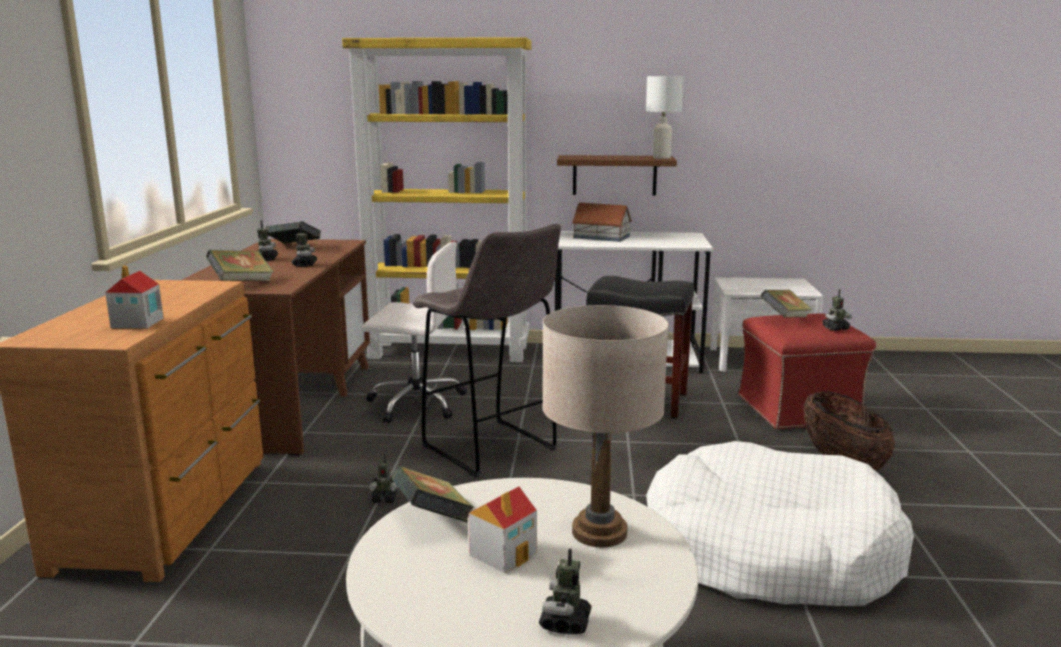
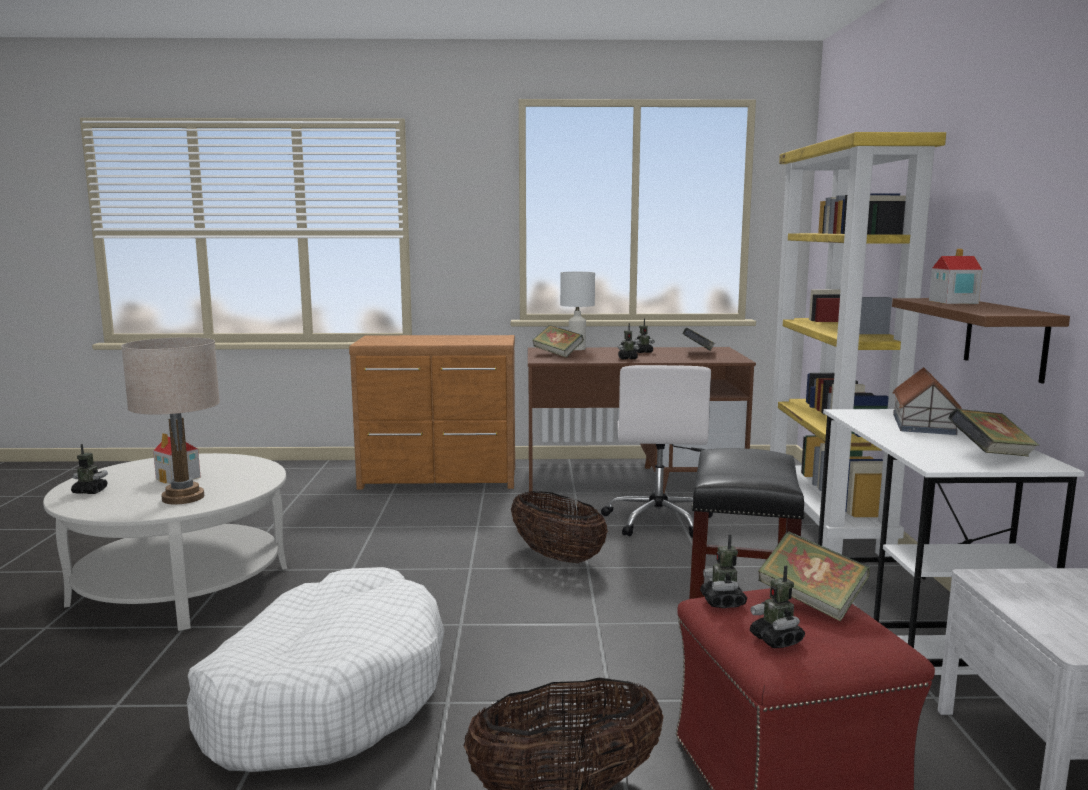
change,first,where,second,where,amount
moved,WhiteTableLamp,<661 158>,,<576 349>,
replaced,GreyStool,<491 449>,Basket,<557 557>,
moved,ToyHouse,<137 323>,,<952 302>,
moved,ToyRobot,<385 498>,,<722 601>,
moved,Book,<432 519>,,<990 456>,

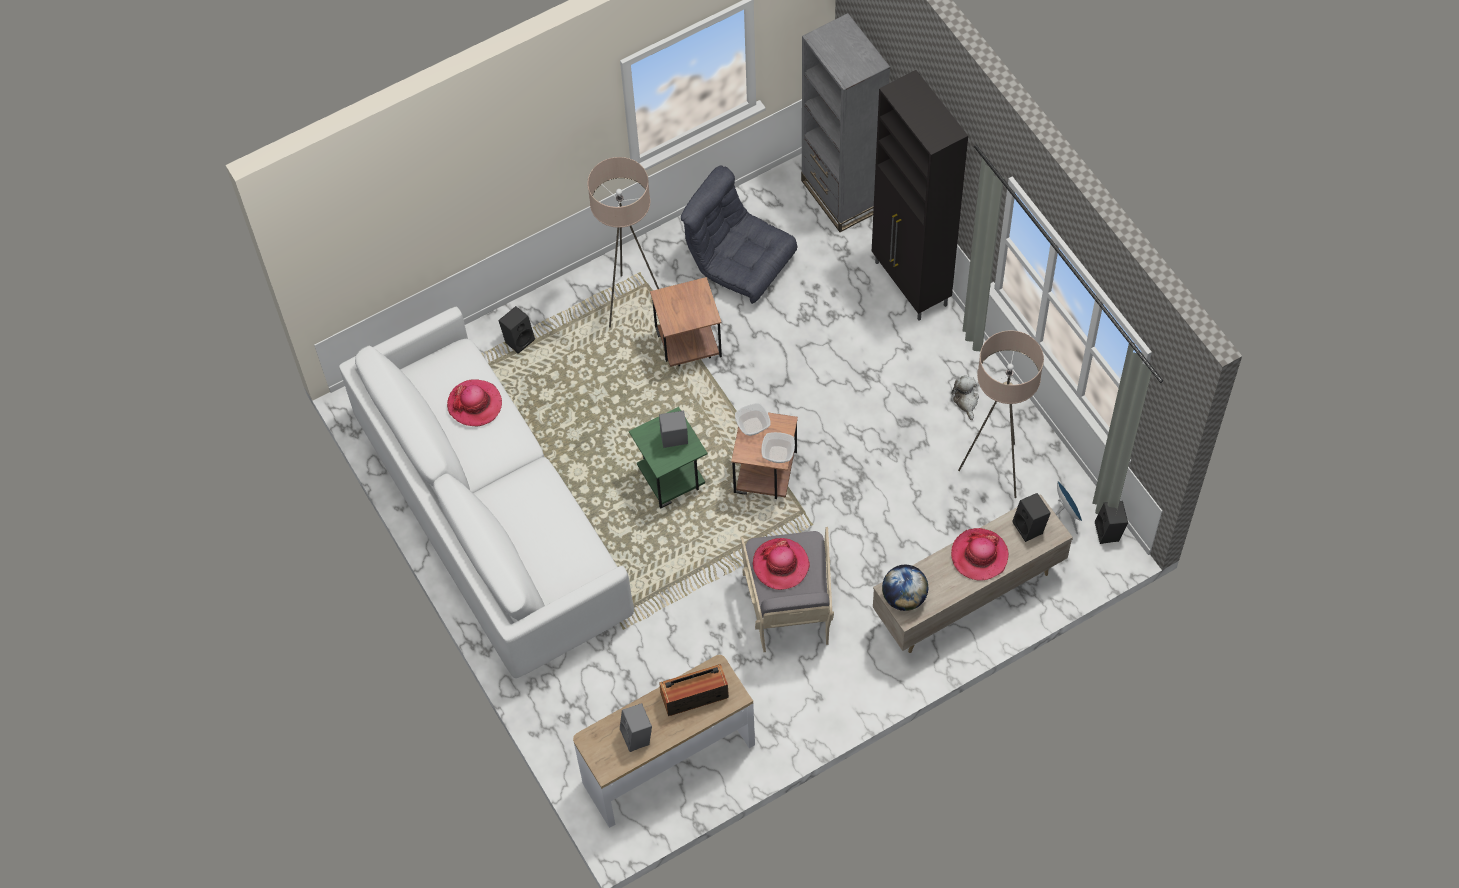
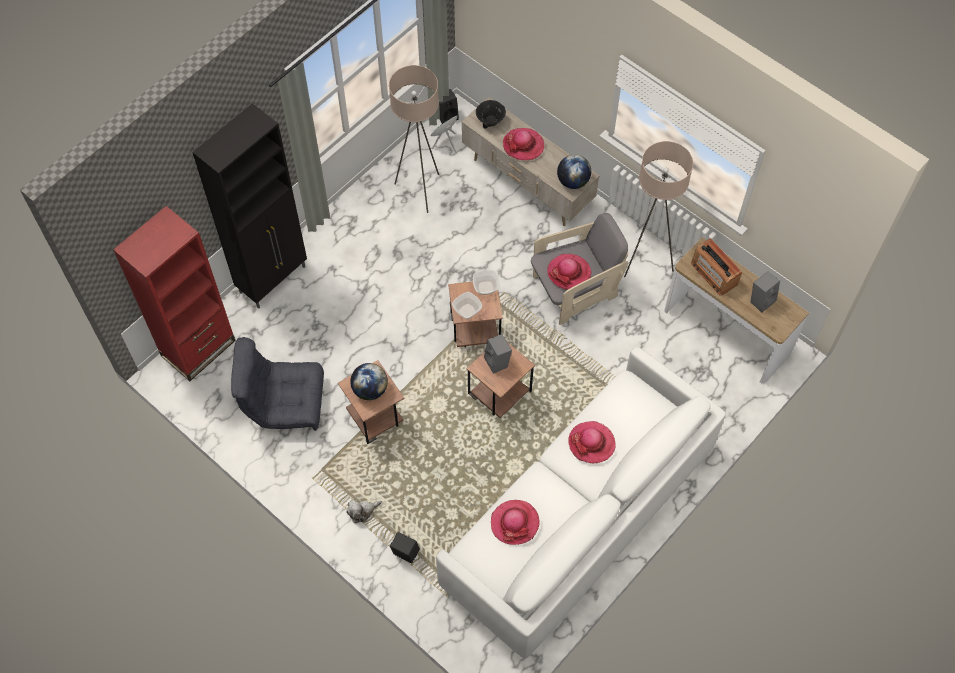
change,first,where,second,where,amount
recoloured,GreyBookcase,<841 195>,RedBookcase,<198 348>,
moved,BeigeFloorLamp,<631 303>,,<645 262>,
turned,GreyArmchair,<740 264>,,<284 404>,75 degrees clockwise
moved,PlushToy,<966 401>,,<362 512>,
recoloured,GreenSideTable,<670 480>,BrownSideTable,<500 397>,
replaced,BlackSpeaker,<1030 527>,BlackBowl,<490 121>,
added,,,Globe,<370 389>,
added,,,Hat,<591 443>,

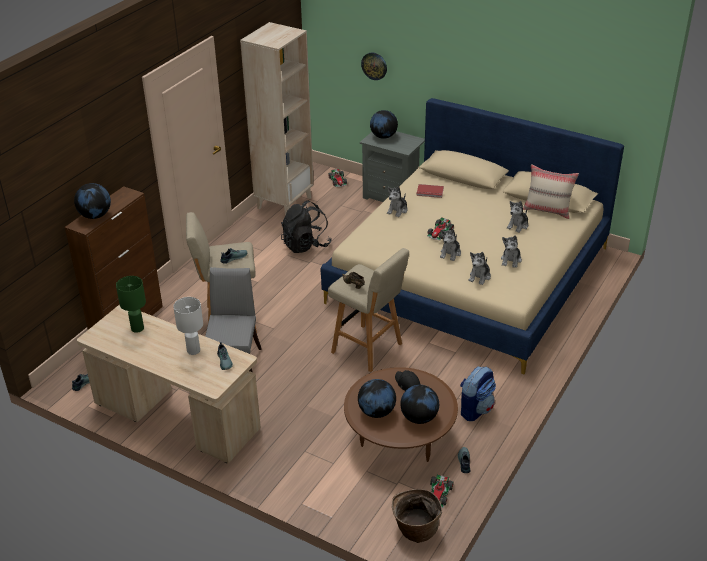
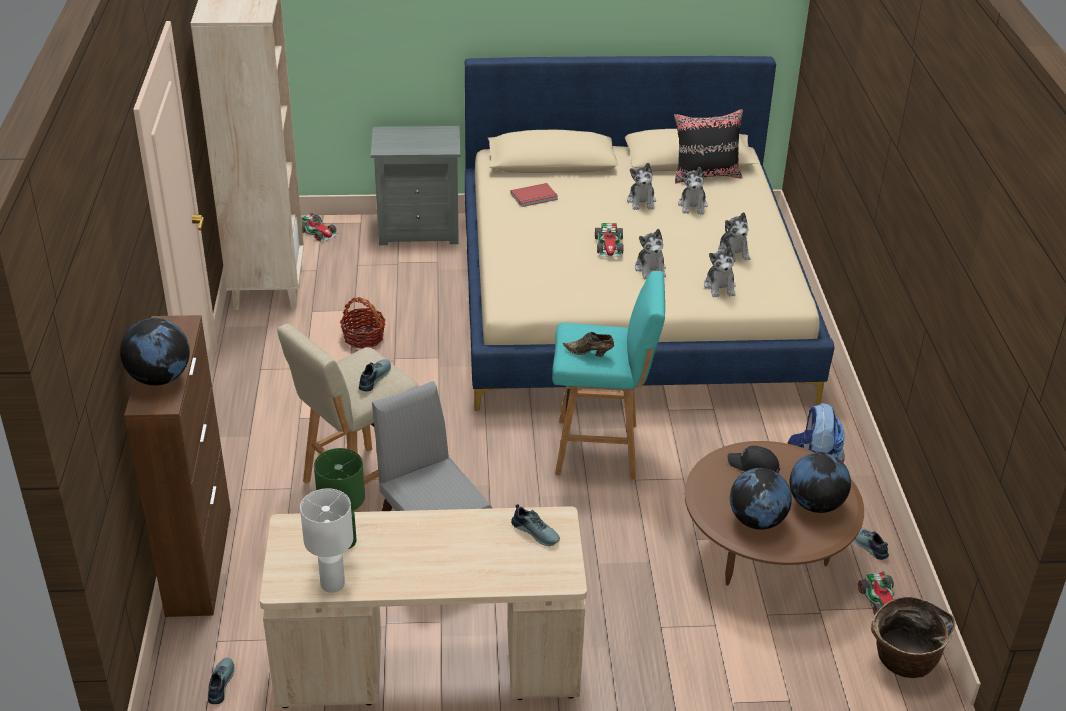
change,first,where,second,where,amount
removed,WallClock,<374 66>,,,
removed,Globe,<383 136>,,,
recoloured,BeigePillow,<547 210>,BlackPillow,<706 175>,
moved,PlushToy,<397 210>,,<641 201>,
replaced,BlackBackpack,<306 245>,Basket,<364 338>,
recoloured,BeigeStool,<368 349>,TurquoiseStool,<601 449>,
moved,WhiteTableLamp,<194 350>,,<333 583>,

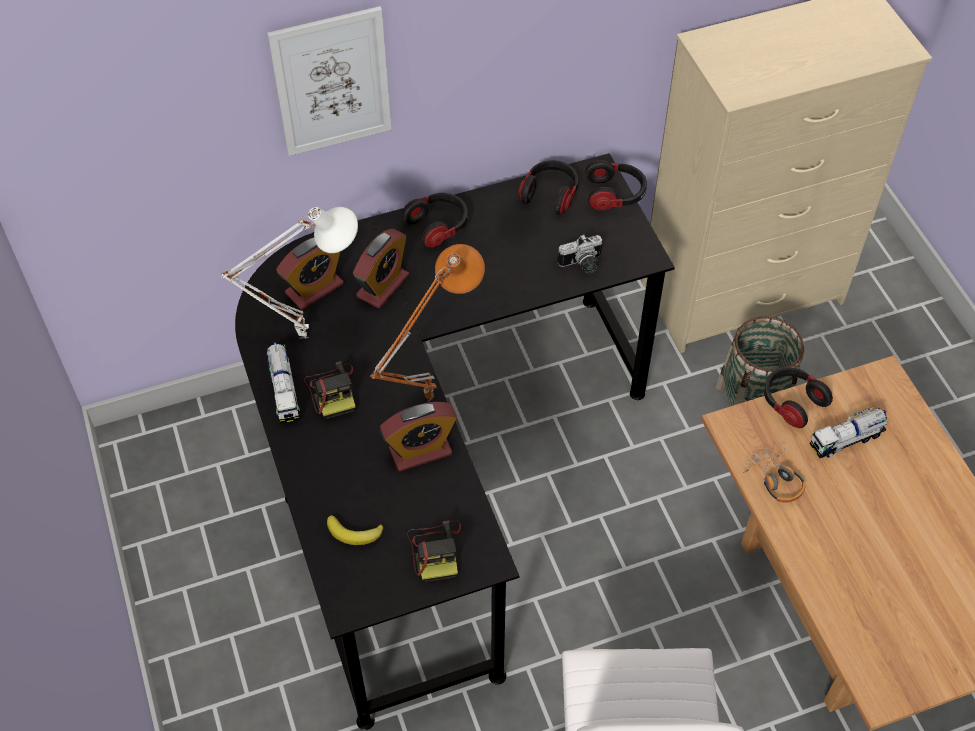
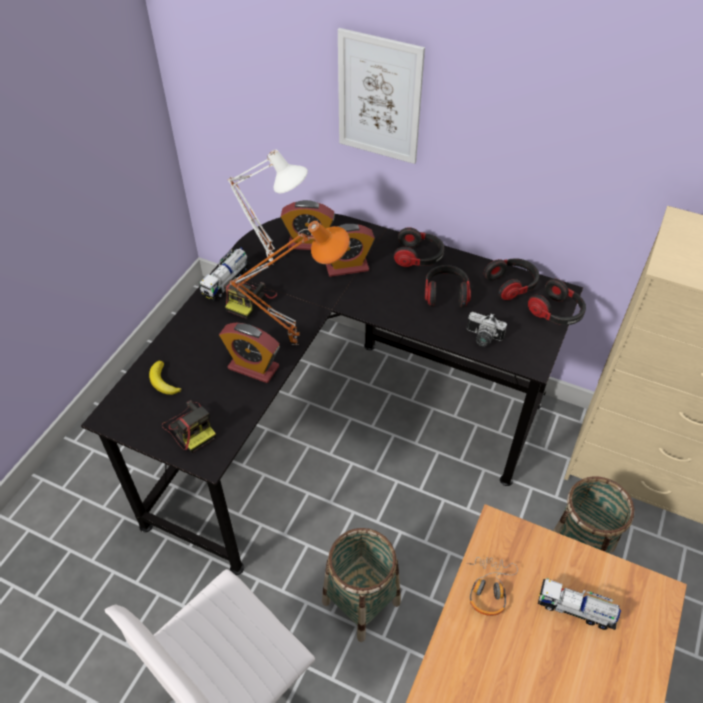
change,first,where,second,where,amount
moved,Headphones,<791 402>,,<446 294>,
turned,PhotoCamera,<436 550>,,<190 428>,75 degrees counterclockwise
added,,,Basket,<361 602>,

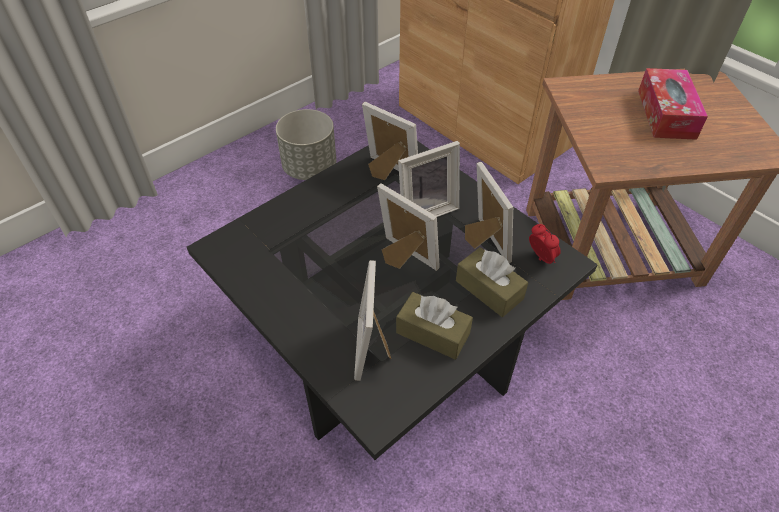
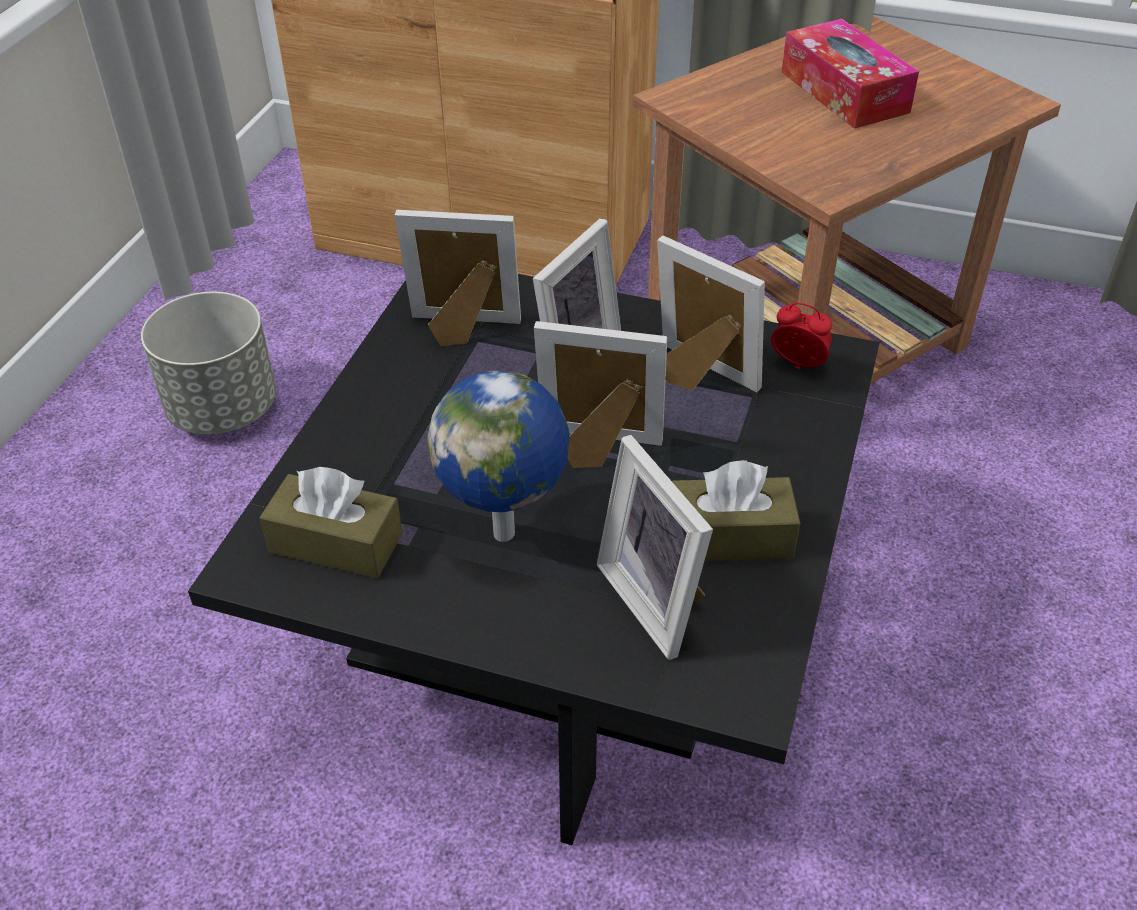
change,first,where,second,where,amount
moved,BrownTissueBox,<489 290>,,<336 543>,
added,,,Globe,<507 533>,

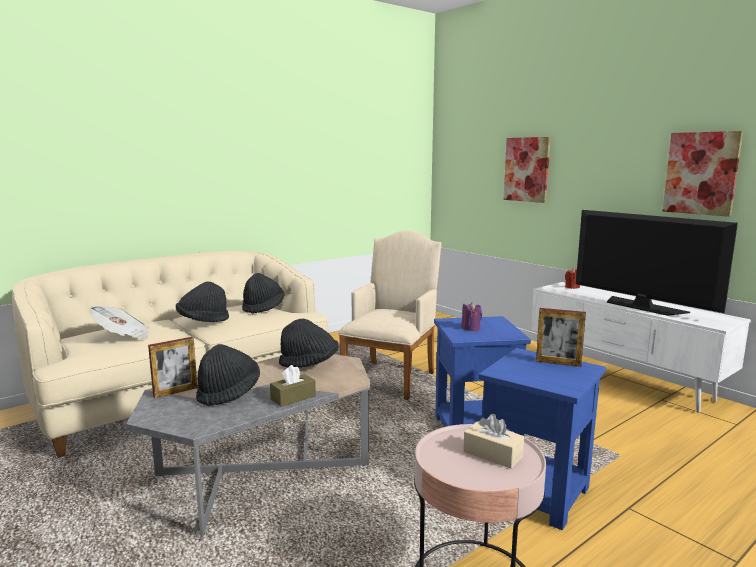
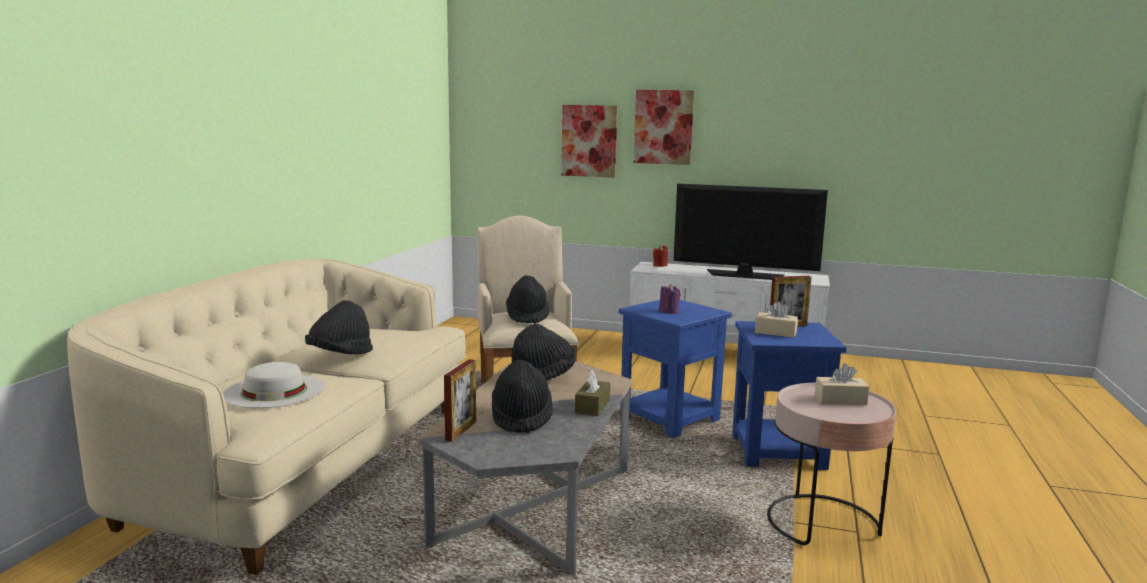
change,first,where,second,where,amount
moved,Picture,<701 173>,,<663 127>,
moved,BlackHat,<263 308>,,<527 317>,
replaced,Newspaper,<123 337>,WhiteHat,<274 391>,
added,,,BeigeTissueBox,<775 332>,

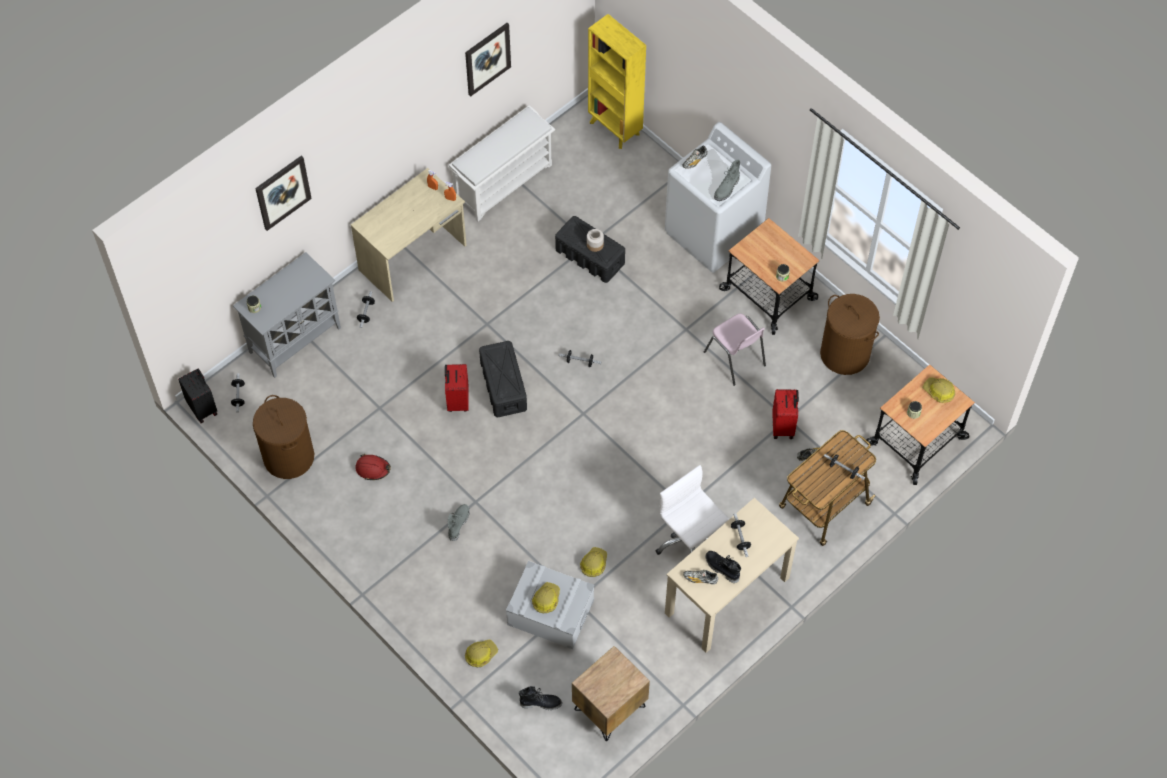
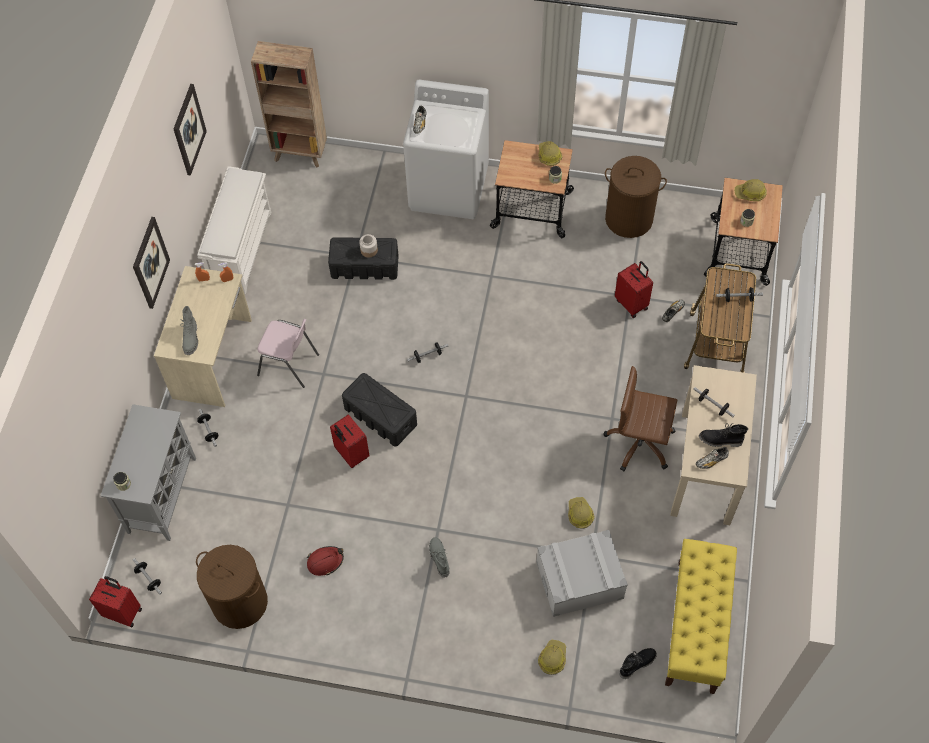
change,first,where,second,where,amount
recoloured,YellowBookcase,<615 129>,BrownBookcase,<300 154>,
moved,Picture,<283 192>,,<150 263>,
moved,GreyBoot,<727 189>,,<191 338>,
moved,PinkChair,<735 359>,,<289 365>,
recoloured,BlackSuitcase,<203 408>,RedSuitcase,<123 612>,
recoloured,WhiteOfficeChair,<690 541>,BrownOfficeChair,<639 443>,
moved,HardHat,<546 599>,,<549 156>,
replaced,BrownNightstand,<610 708>,YellowBench,<696 626>,

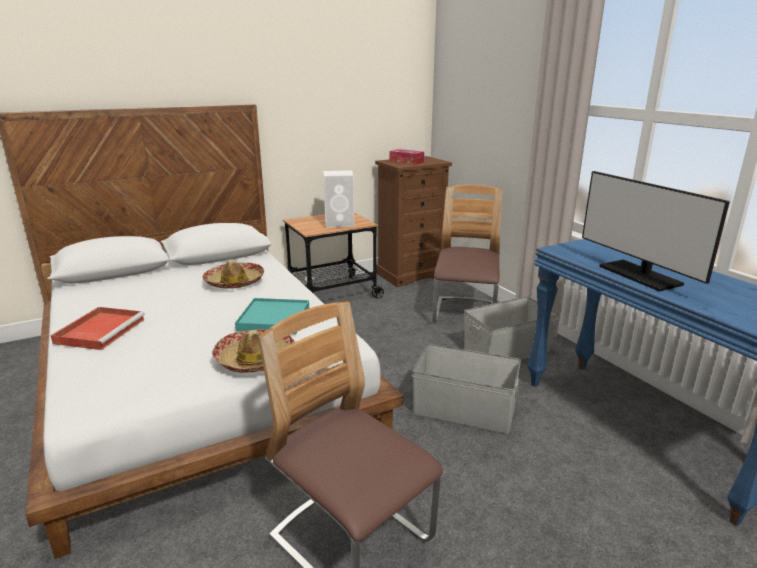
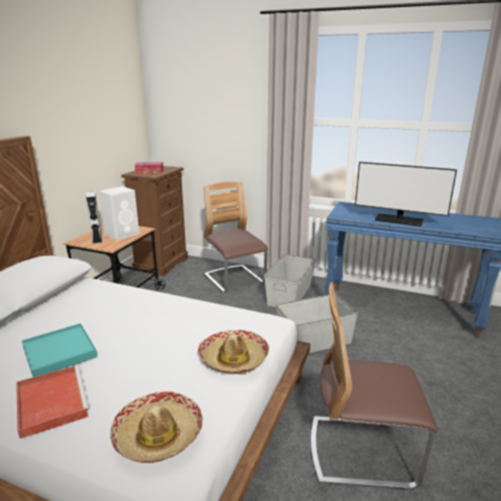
change,first,where,second,where,amount
moved,Hat,<234 282>,,<158 435>,
moved,TurquoiseTray,<274 319>,,<60 352>,
added,,,GreySpeaker,<97 239>,

